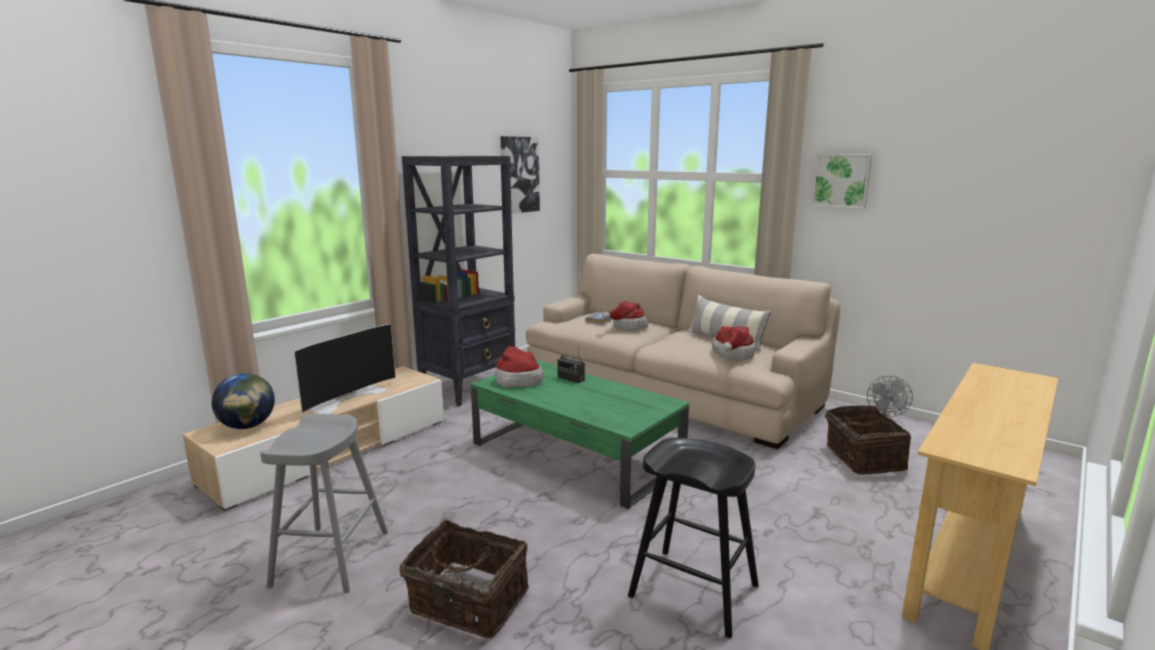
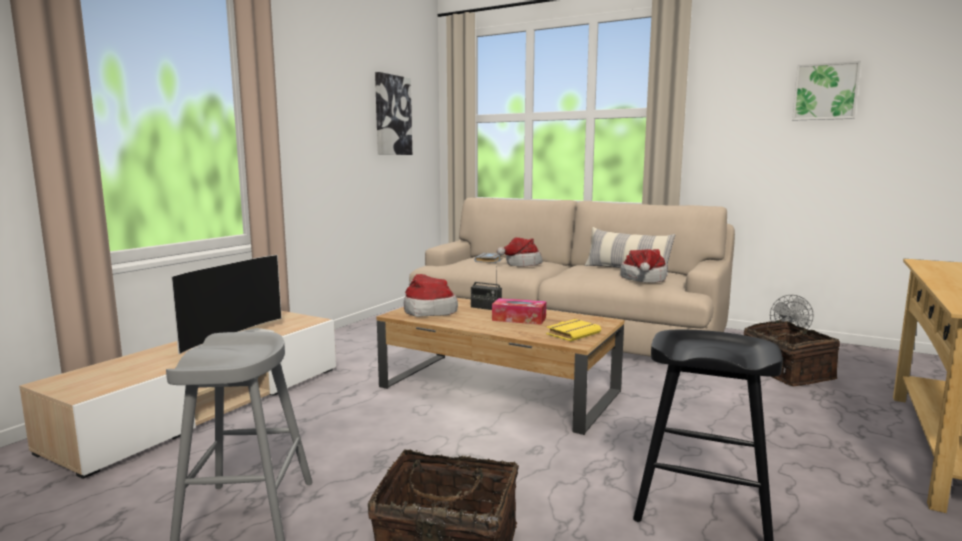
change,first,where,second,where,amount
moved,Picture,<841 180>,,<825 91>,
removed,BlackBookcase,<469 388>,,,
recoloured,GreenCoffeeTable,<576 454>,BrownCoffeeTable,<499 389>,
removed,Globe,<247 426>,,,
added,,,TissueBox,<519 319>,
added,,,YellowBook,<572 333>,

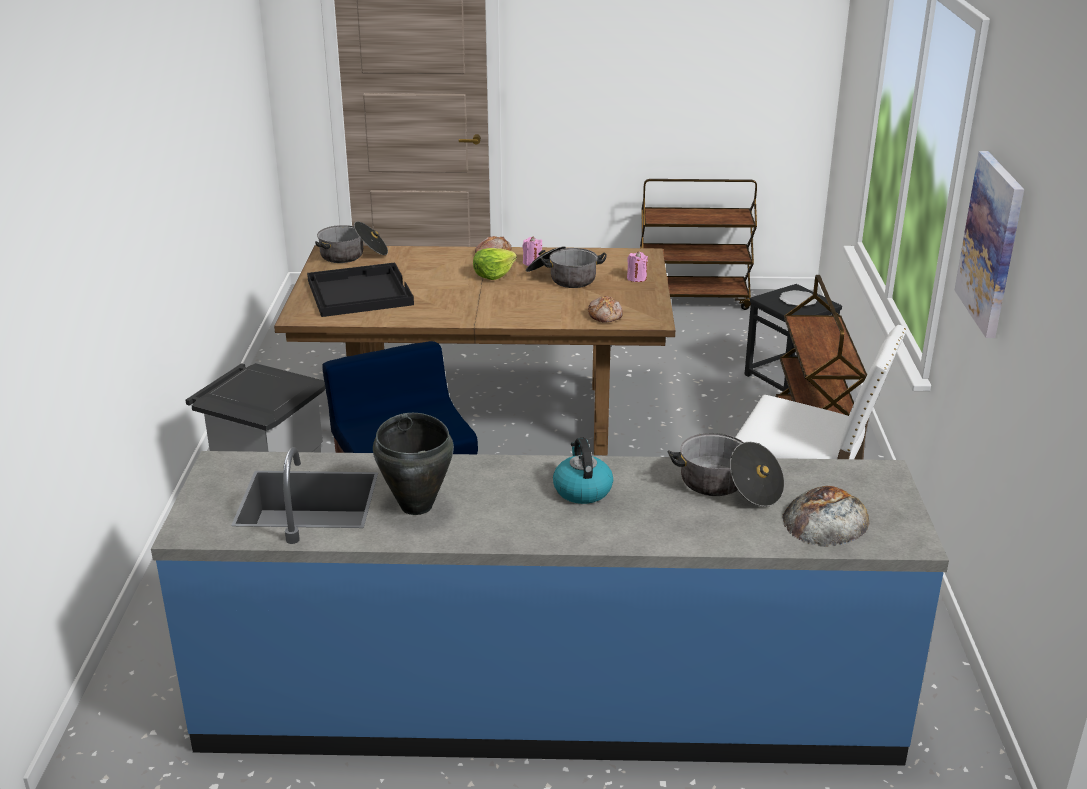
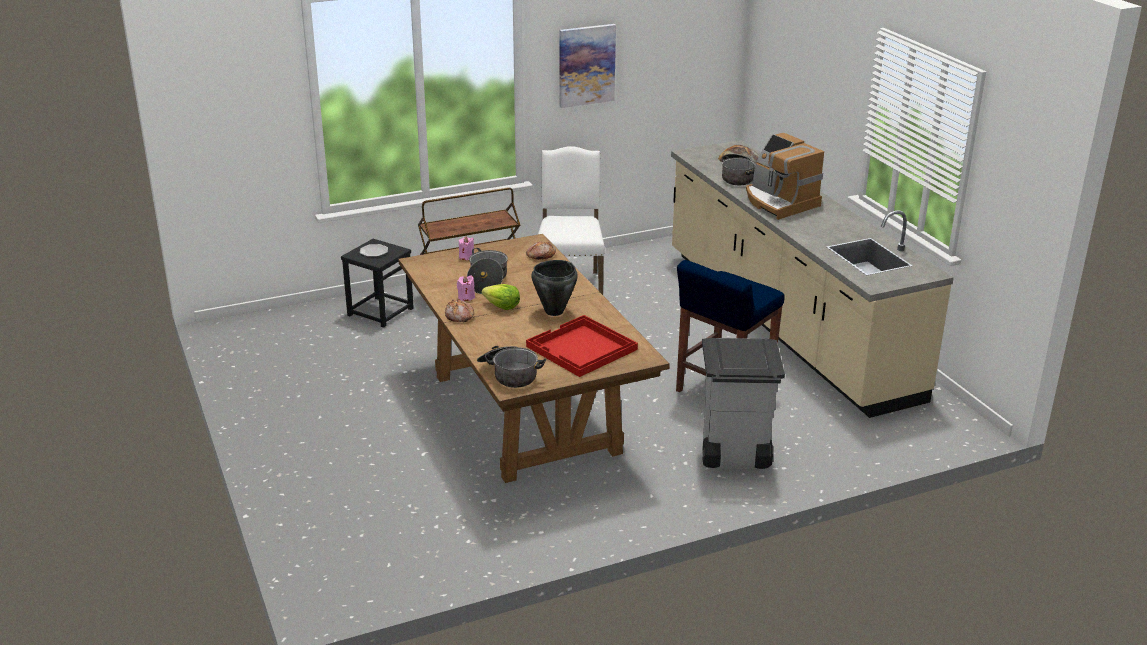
change,first,where,second,where,amount
removed,BrownCart,<692 299>,,,
recoloured,BlackTray,<358 292>,RedTray,<581 348>,
moved,BlackCookingPot,<417 505>,,<553 311>,
replaced,Kettle,<582 490>,CoffeeMachine,<779 202>,
recoloured,BlueCounter,<548 701>,BeigeCounter,<785 323>,

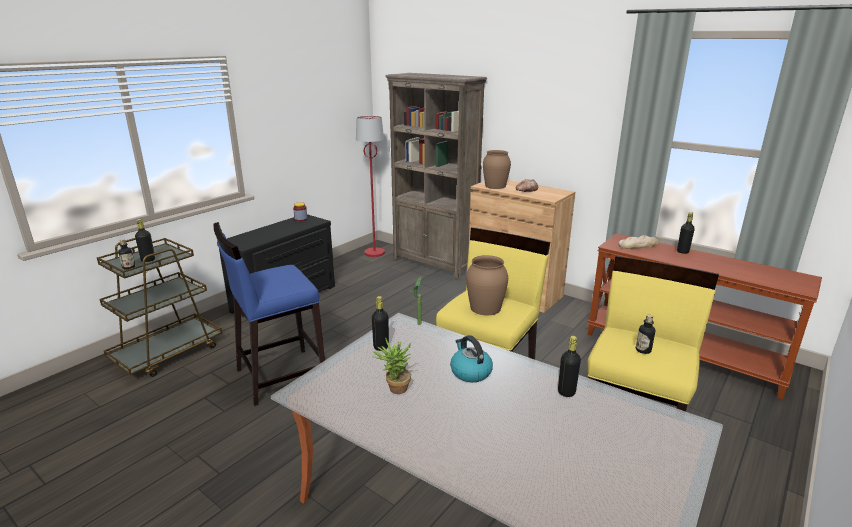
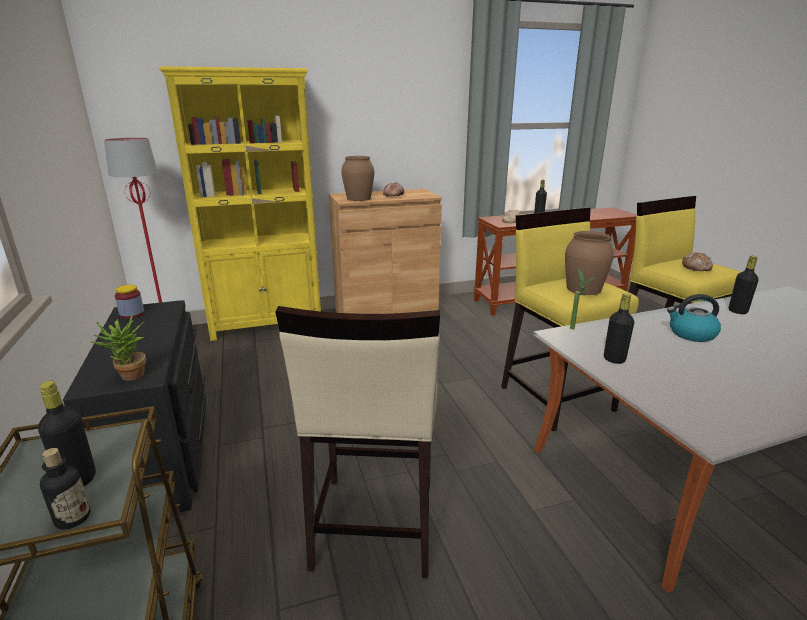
change,first,where,second,where,amount
recoloured,BrownBookcase,<434 264>,YellowBookcase,<267 325>,
recoloured,BlueStool,<279 376>,BeigeStool,<373 525>,
replaced,Bottle,<643 350>,Bread,<696 268>,
moved,PottedPlant,<394 389>,,<129 377>,

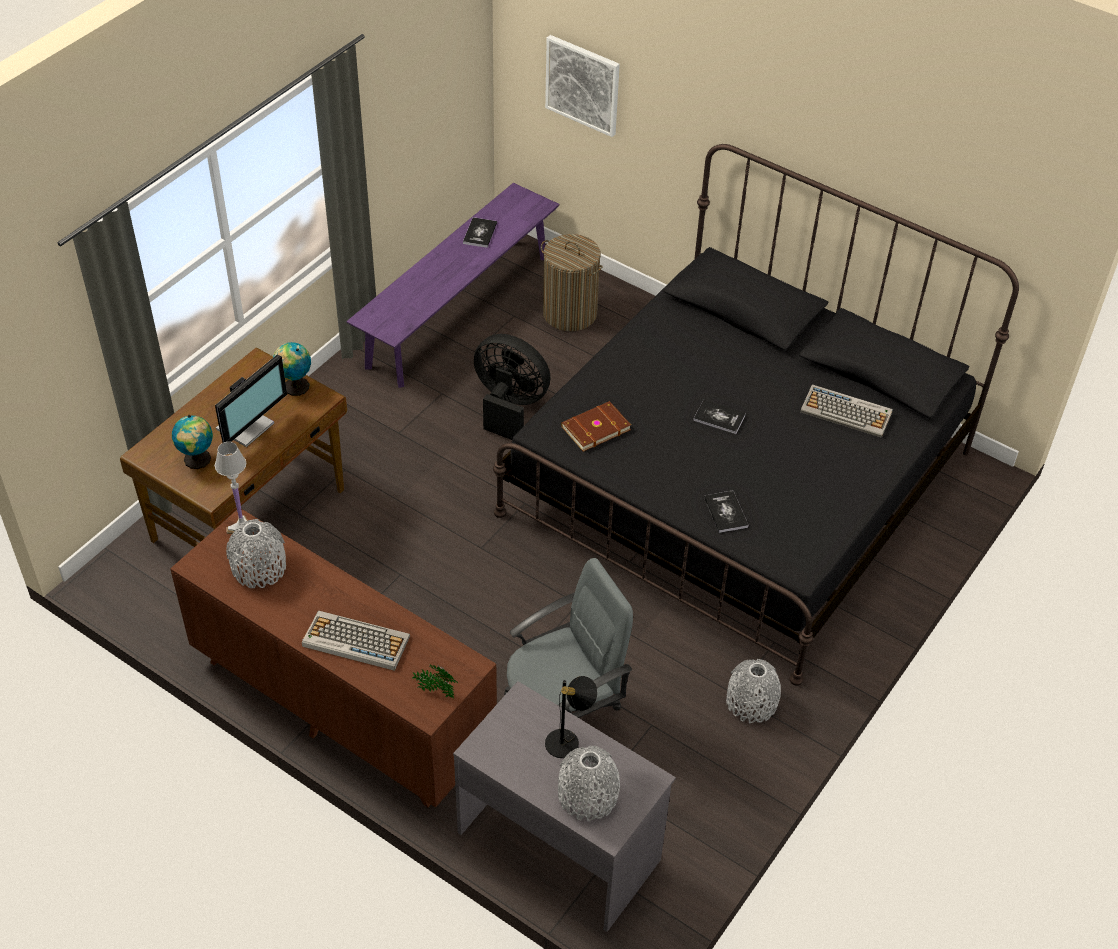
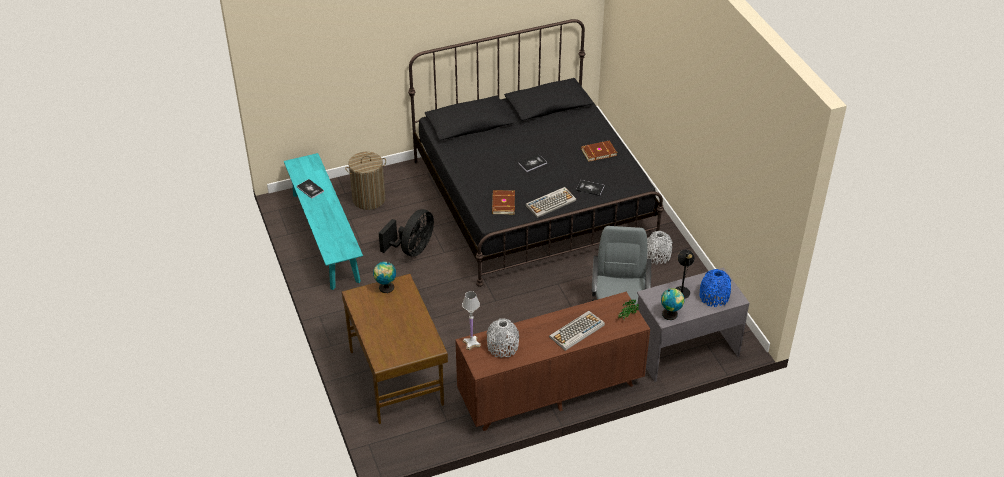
change,first,where,second,where,amount
removed,Picture,<583 85>,,,
recoloured,PurpleBench,<458 311>,TurquoiseBench,<325 237>,
turned,BlackFan,<509 406>,,<412 249>,150 degrees clockwise
removed,Monitor,<247 427>,,,
moved,Keyboard,<847 412>,,<551 202>,
moved,Globe,<197 460>,,<671 314>,
recoloured,GreyVase,<587 795>,BlueVase,<714 297>,
added,,,BrownBook,<598 152>,

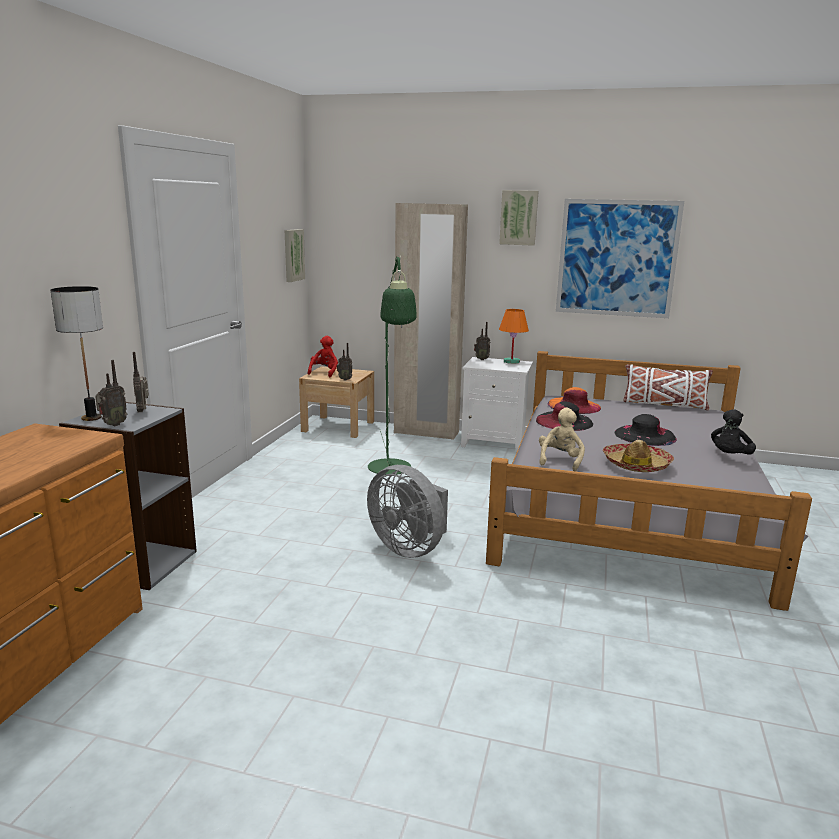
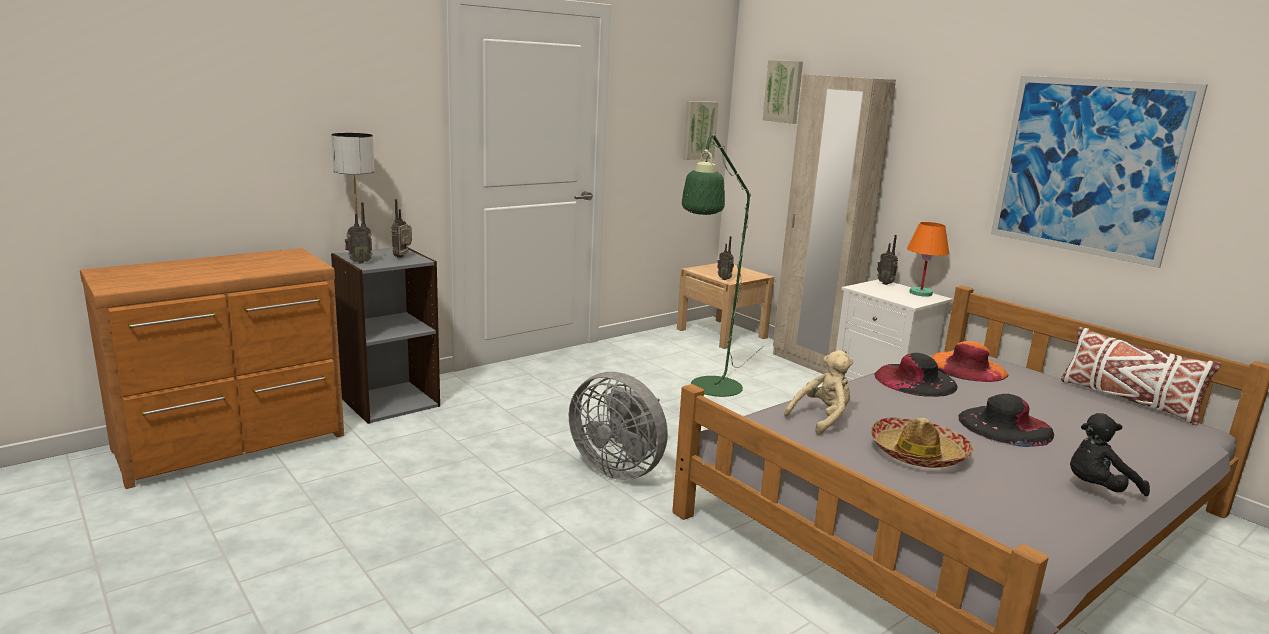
change,first,where,second,where,amount
moved,Picture,<519 217>,,<784 91>,
removed,RedPlushToy,<324 372>,,,
turned,GreyFan,<409 548>,,<619 468>,45 degrees counterclockwise

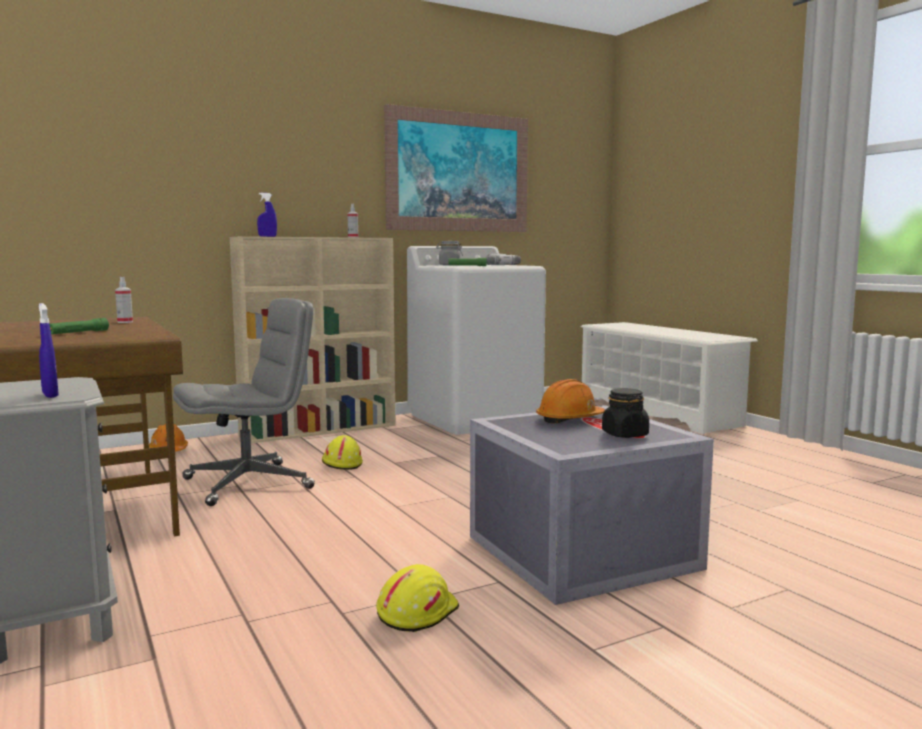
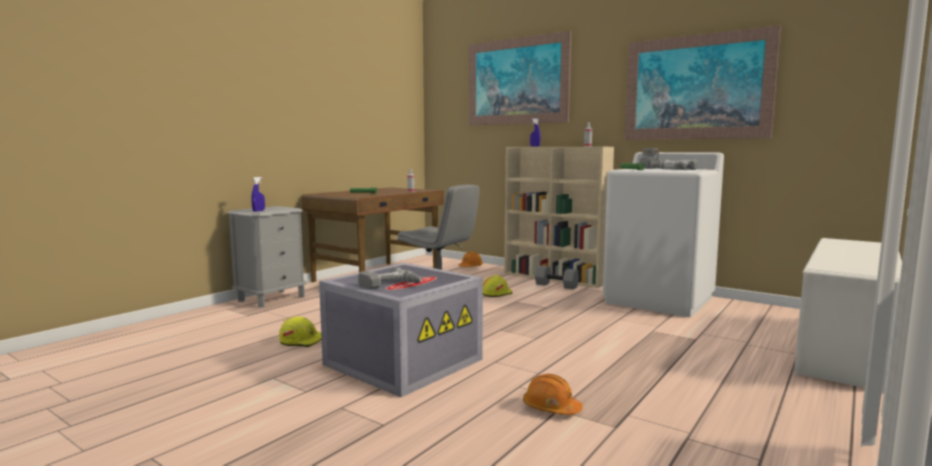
change,first,where,second,where,amount
moved,OrangeHardHat,<569 419>,,<551 408>,
replaced,BlackJar,<624 434>,PowerDrill,<391 285>,
added,,,Picture,<517 81>,
added,,,GreyDumbbell,<557 285>,

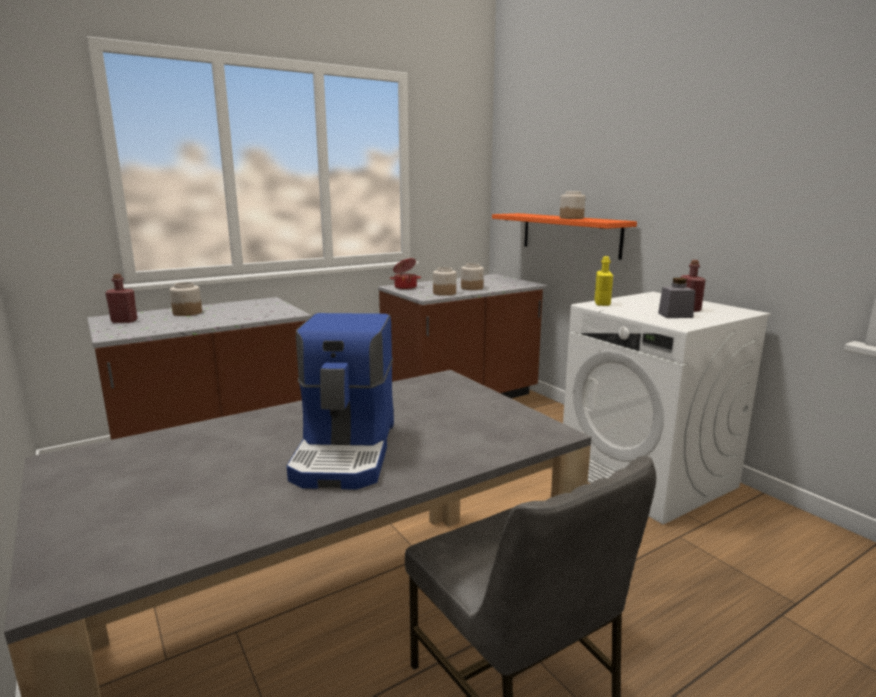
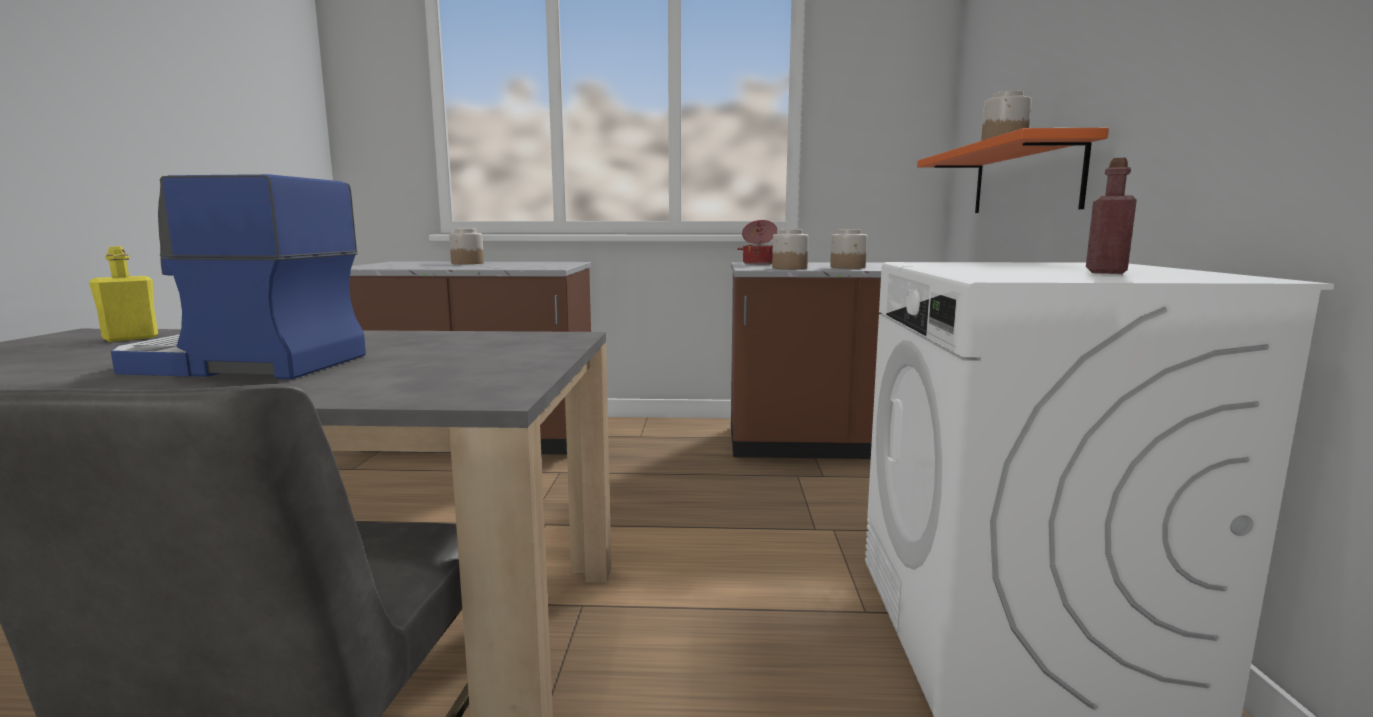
change,first,where,second,where,amount
moved,YellowBottle,<602 303>,,<130 338>,
removed,RedBottle,<124 321>,,,
removed,GreyJar,<675 315>,,,
turned,CoffeeMachine,<347 451>,,<242 365>,60 degrees clockwise

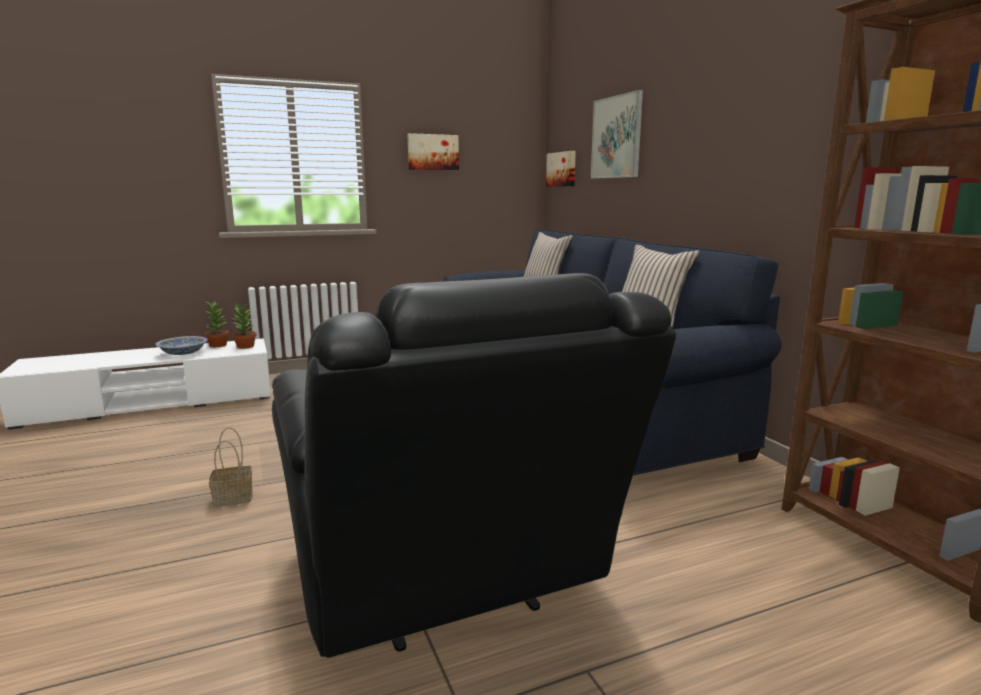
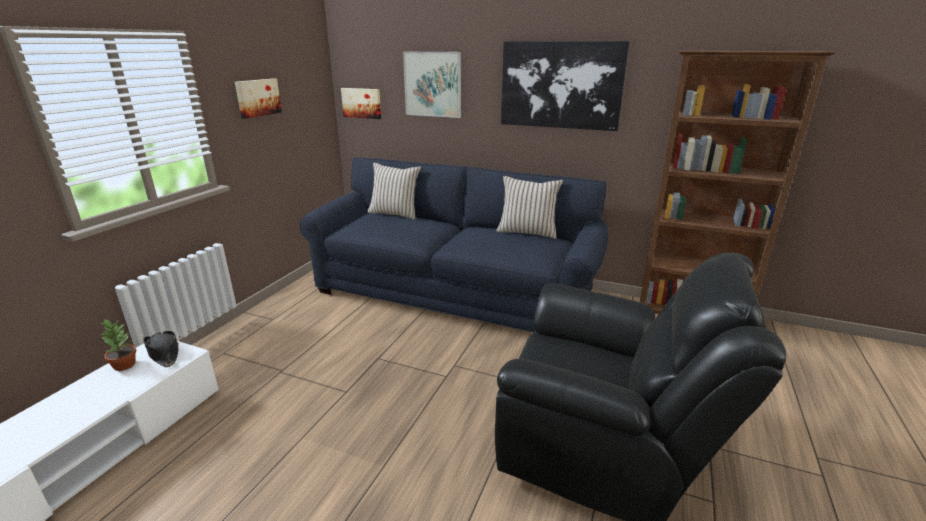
change,first,where,second,where,amount
replaced,PottedPlant,<245 346>,BlackHat,<164 353>,
removed,Bowl,<183 353>,,,
removed,Basket,<235 497>,,,
added,,,Picture,<561 85>,

